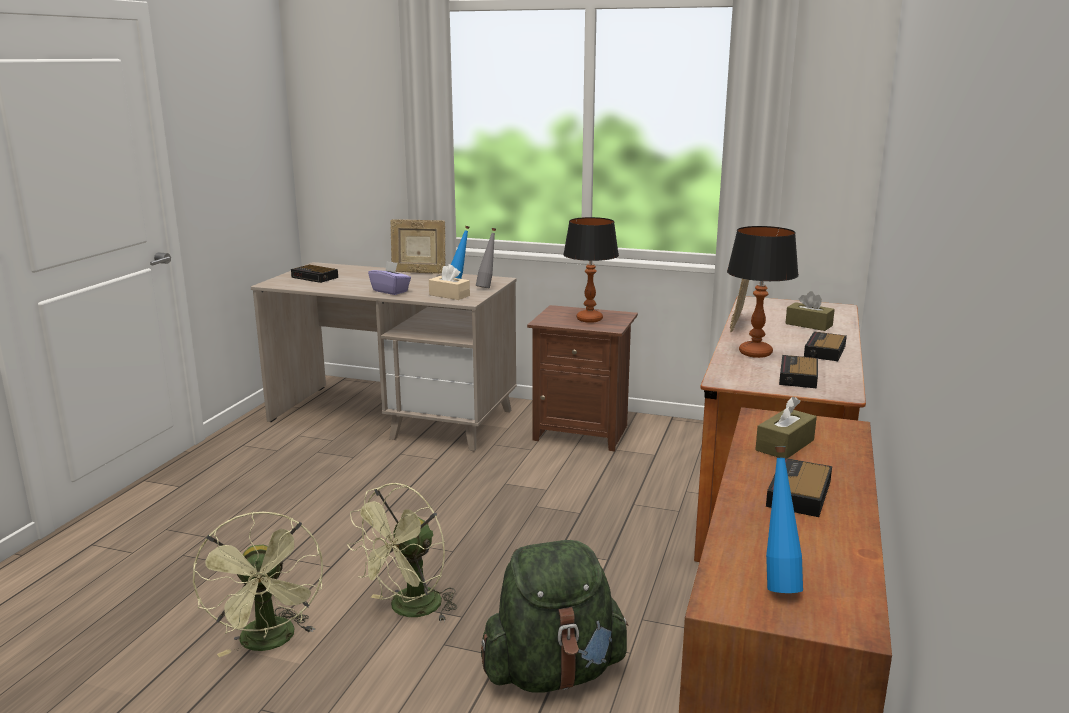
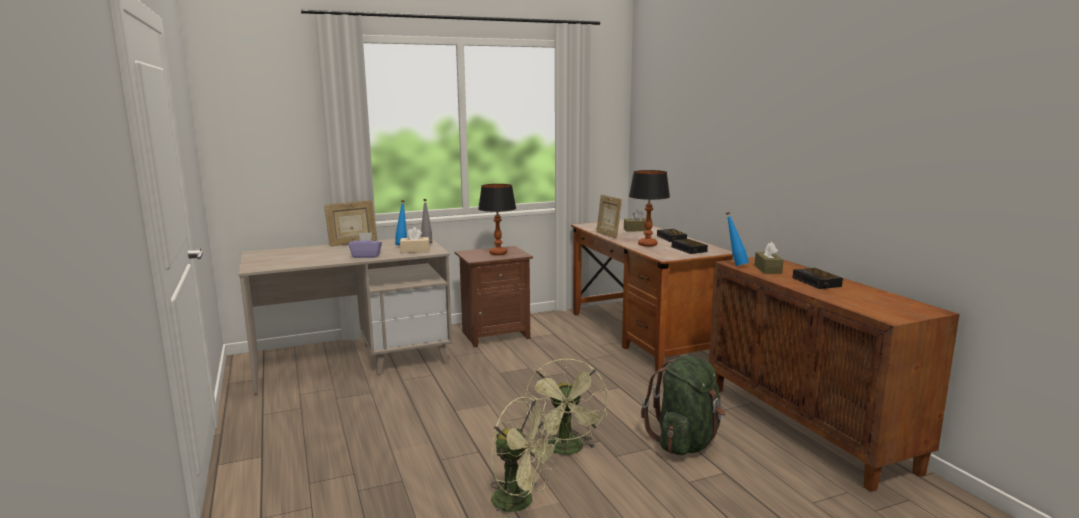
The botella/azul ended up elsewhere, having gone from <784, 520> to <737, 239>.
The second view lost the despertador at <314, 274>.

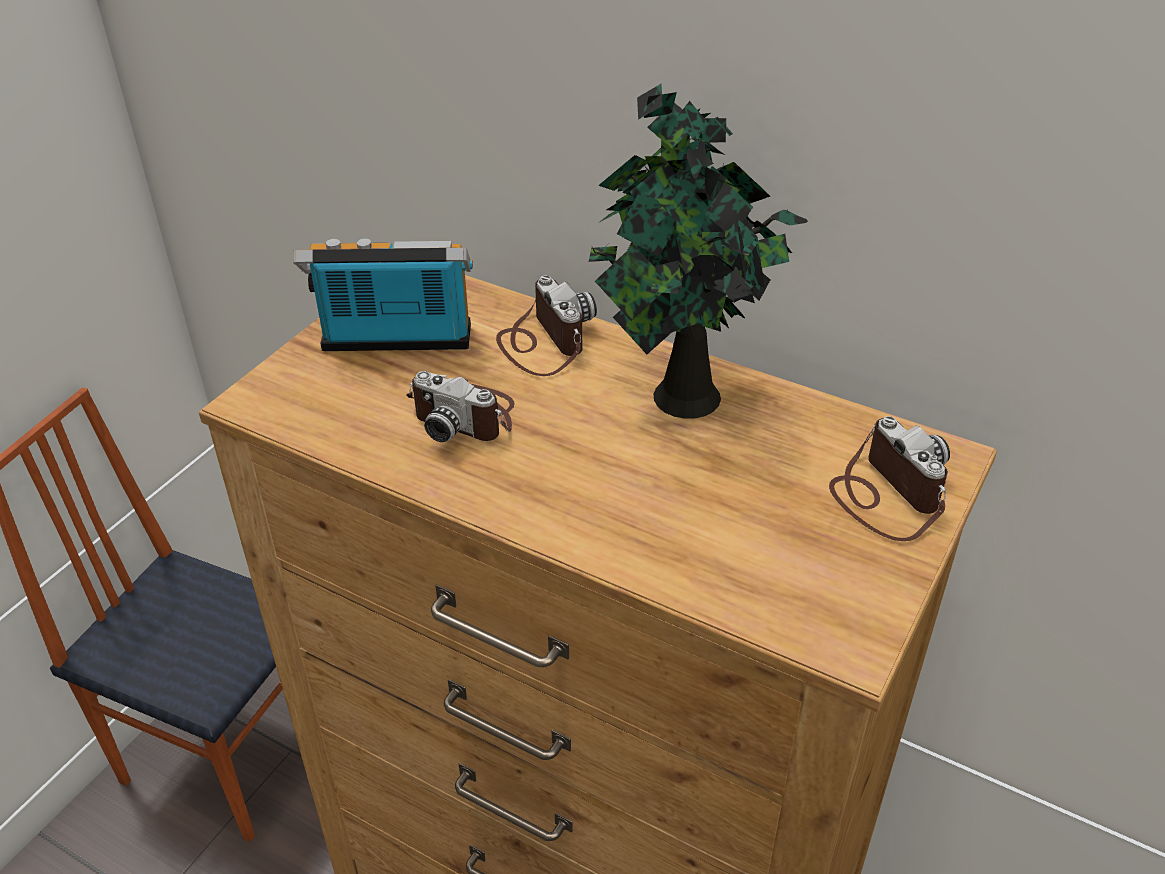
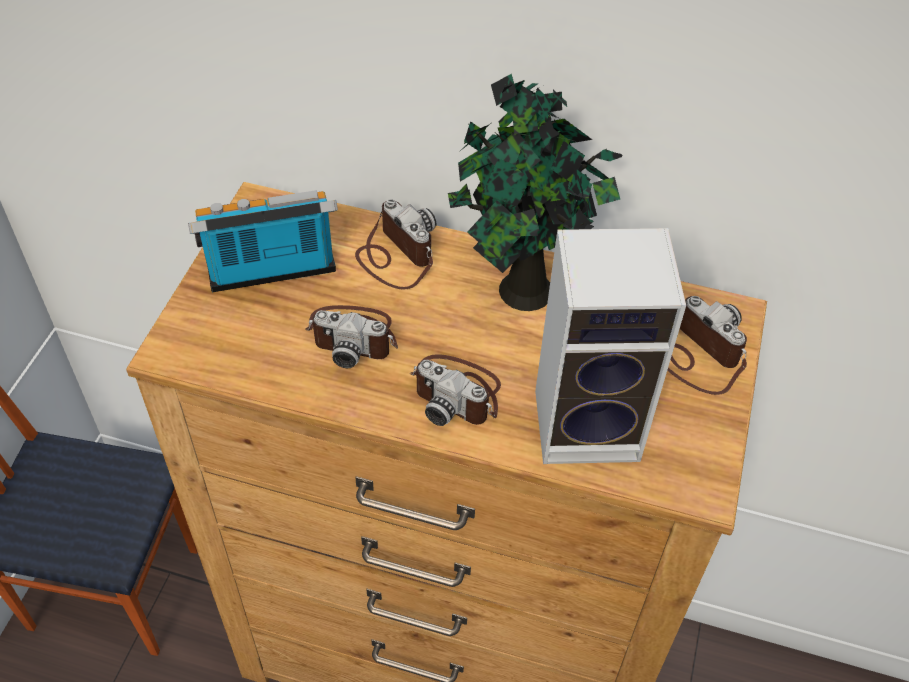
The second view gained the cámara at <455, 390>.
The second view gained the altavoz at <610, 346>.

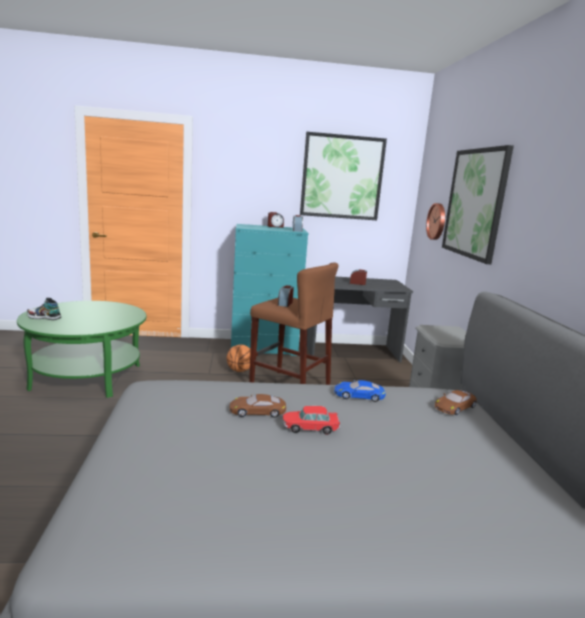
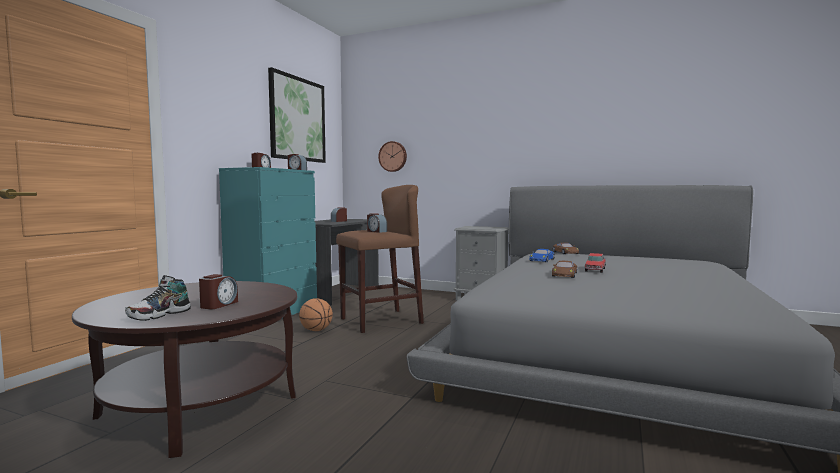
What was the mesa de centro/verde at <82, 349> turned into the mesa de centro/marrón at <184, 369>.
The second view gained the despertador at <218, 291>.
The second view lost the cuadro at <478, 204>.

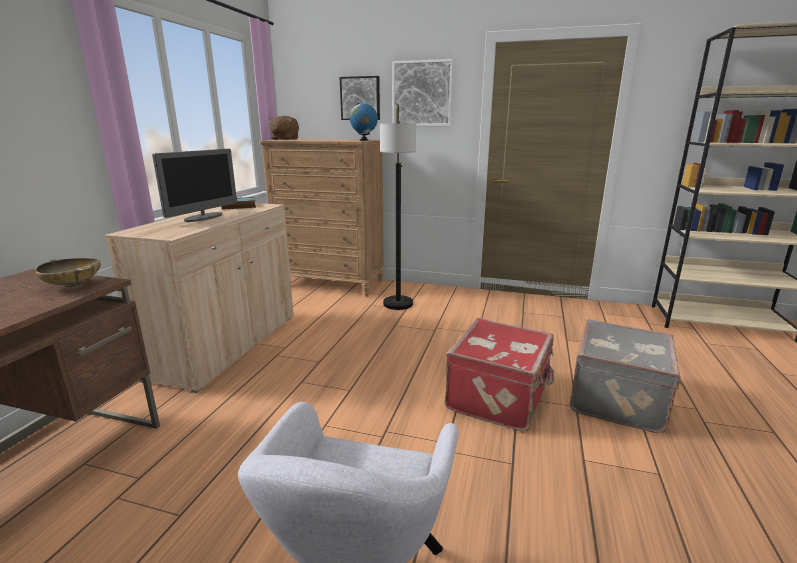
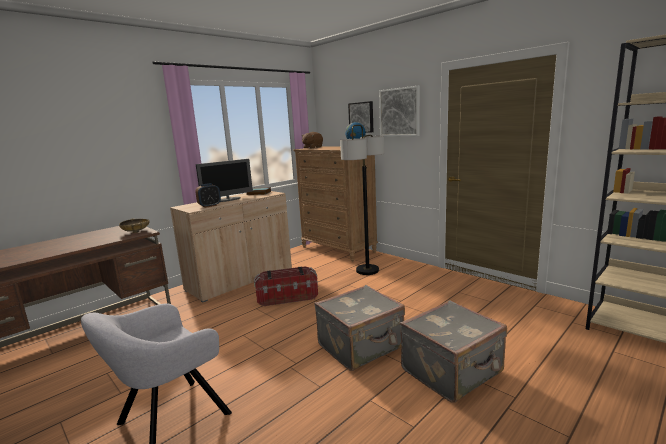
The second view gained the despertador at <208, 195>.
The second view gained the caja de almacenaje at <286, 286>.
What was the maleta/rojo at <499, 374> turned into the maleta/gris at <359, 328>.

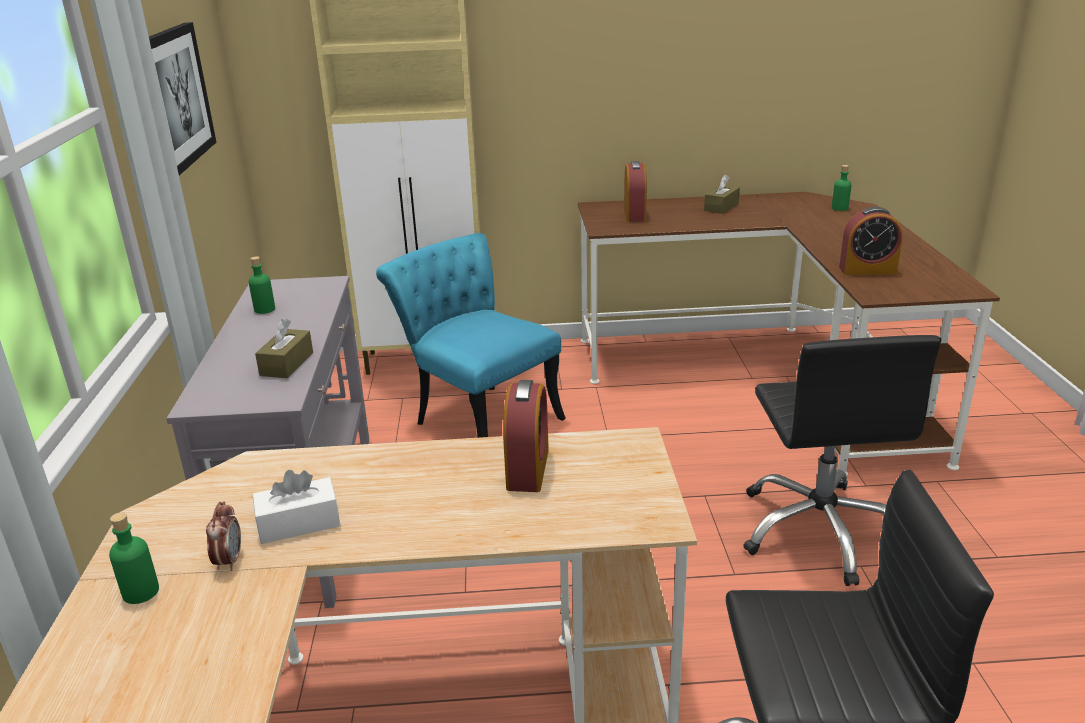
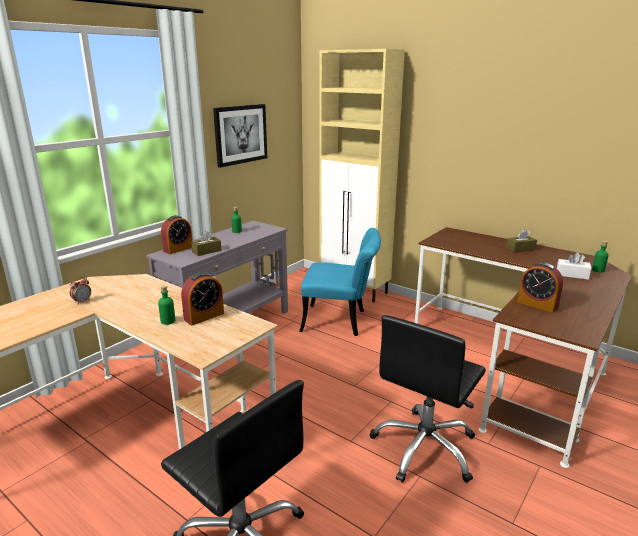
The botella/verde ended up elsewhere, having gone from <134, 558> to <166, 305>.
The despertador ended up elsewhere, having gone from <635, 191> to <176, 234>.
The silla/turquesa at <471, 335> ended up facing another way, 105 degrees clockwise from before.
The caja de pañuelos/blanco ended up elsewhere, having gone from <296, 507> to <574, 266>.

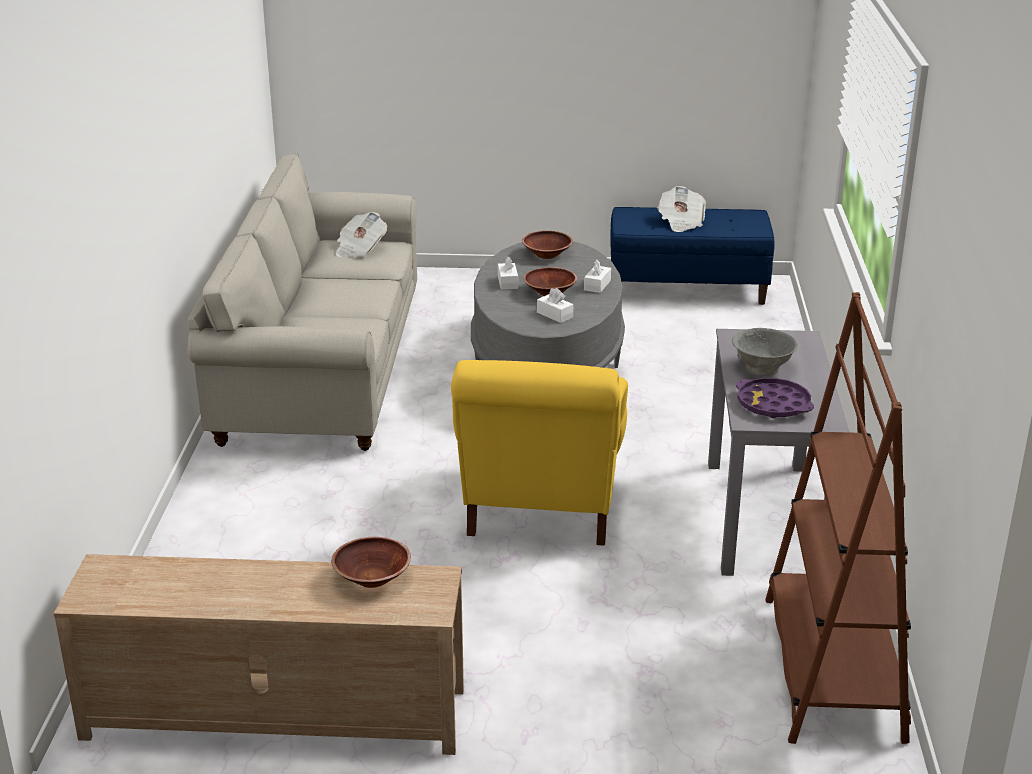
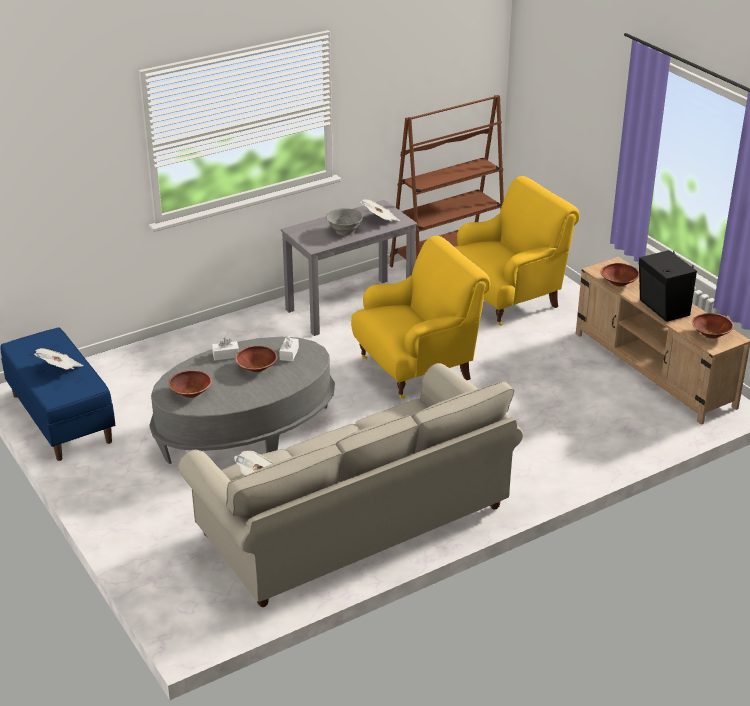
Where the bandeja/morado stood at <775, 398>, the periódico came to stand at <380, 210>.
The second view gained the sillón/amarillo at <517, 251>.
The second view gained the altavoz/negro at <668, 286>.
The second view gained the cuenco/marrón at <713, 326>.
The second view lost the caja de pañuelos/blanco at <508, 273>.

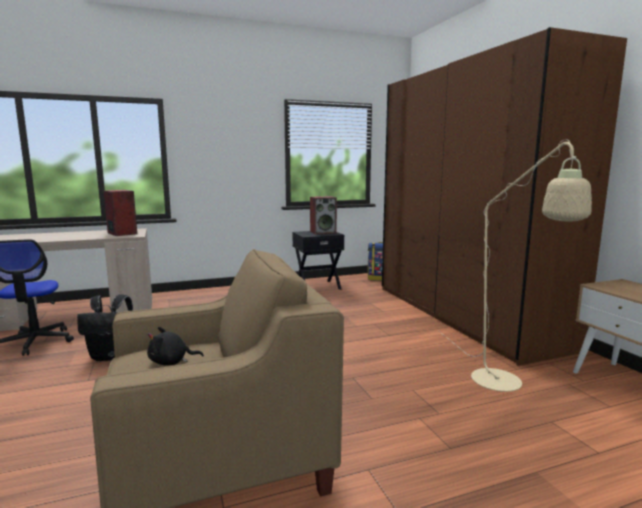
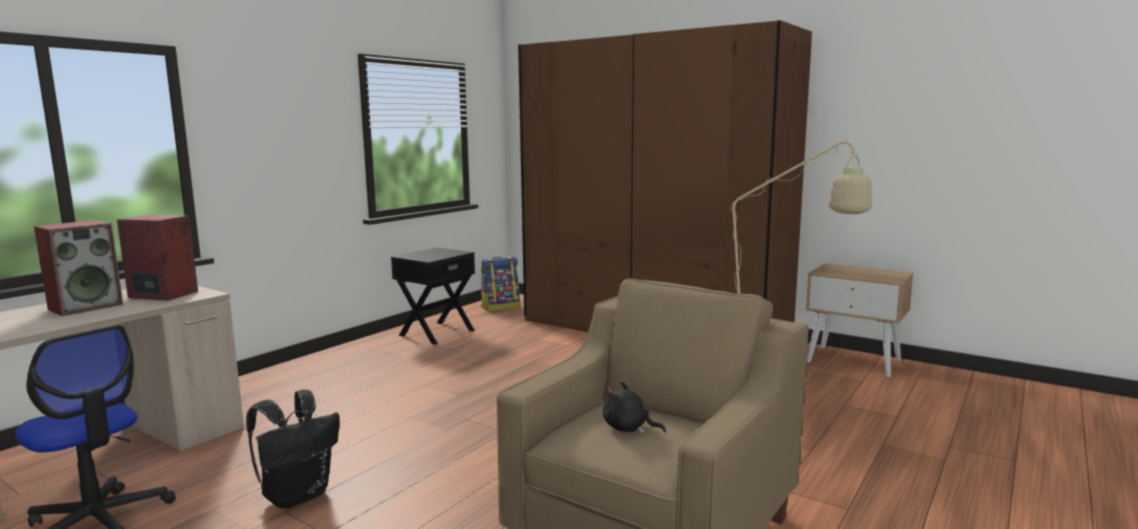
The altavoz ended up elsewhere, having gone from <323, 215> to <78, 268>.
The peluche/negro at <175, 346> ended up facing another way, 75 degrees clockwise from before.

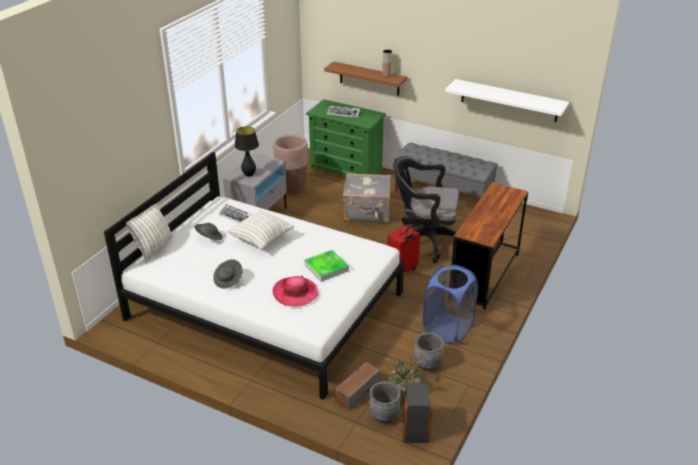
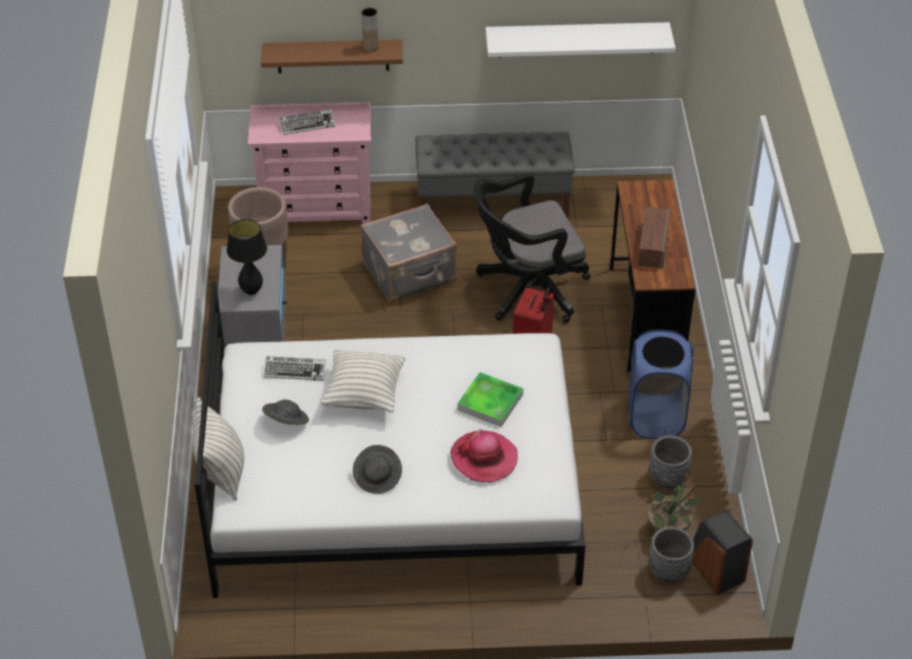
What was the cómoda/verde at <346, 137> turned into the cómoda/rosa at <309, 163>.
The altavoz ended up elsewhere, having gone from <357, 386> to <654, 237>.

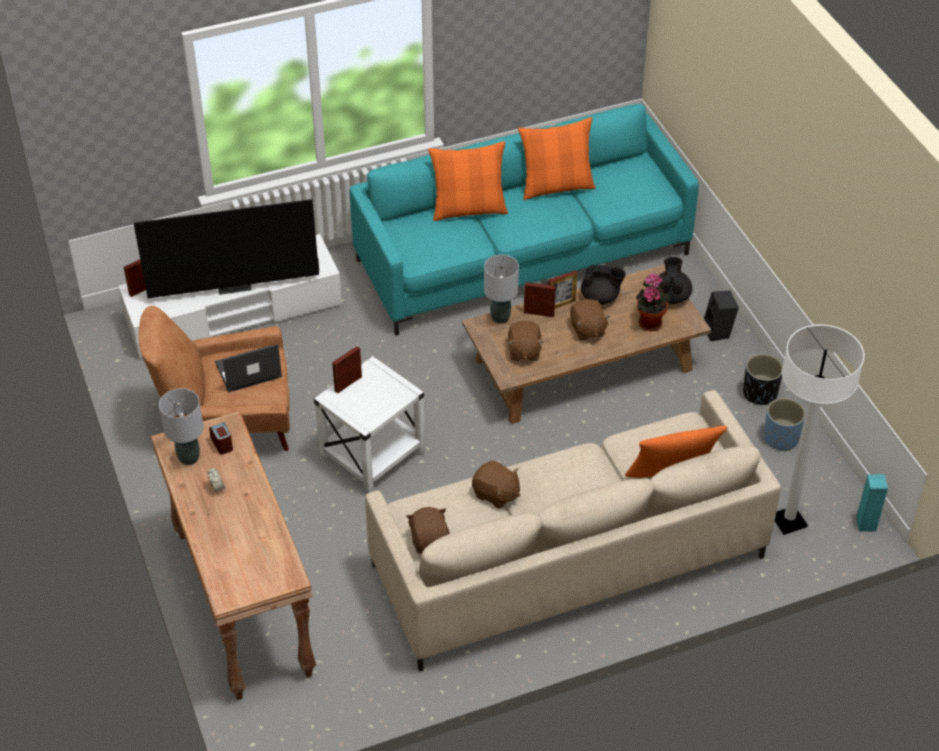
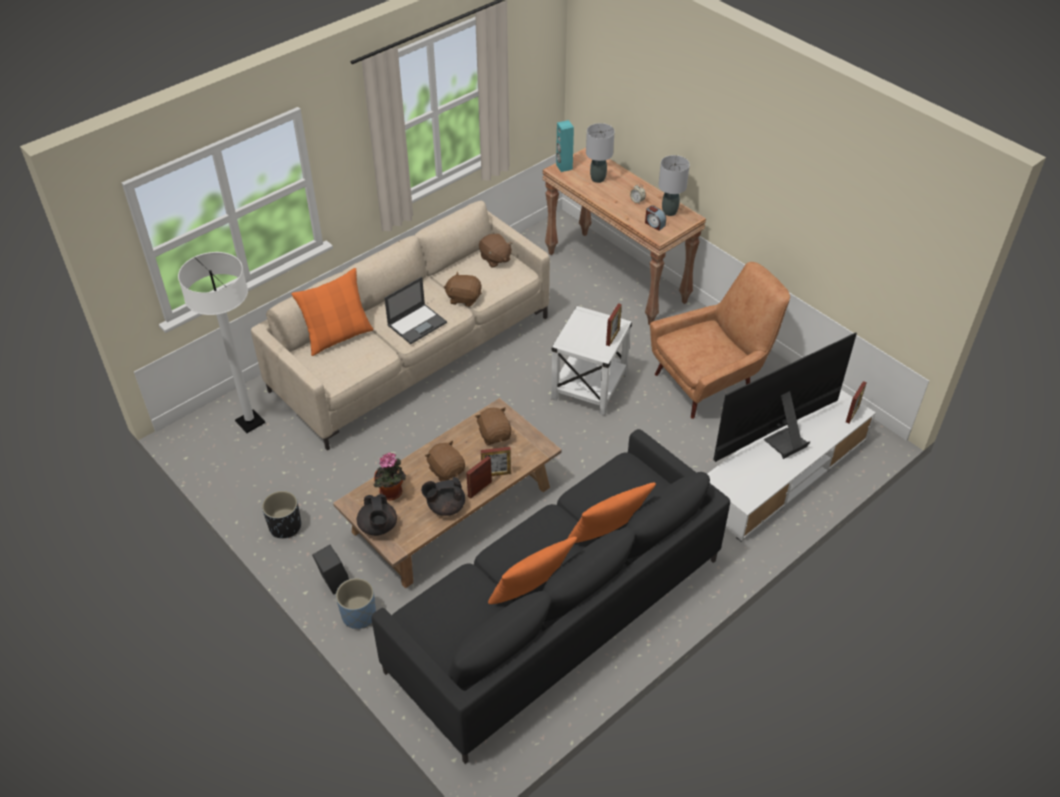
The maceta/azul ended up elsewhere, having gone from <785, 424> to <356, 603>.
What was the sofá/turquesa at <524, 220> turned into the sofá/negro at <550, 596>.
The portátil ended up elsewhere, having gone from <248, 368> to <416, 310>.
The altavoz/turquesa ended up elsewhere, having gone from <872, 503> to <565, 146>.
The lámpara de mesa/gris ended up elsewhere, having gone from <501, 289> to <600, 153>.

